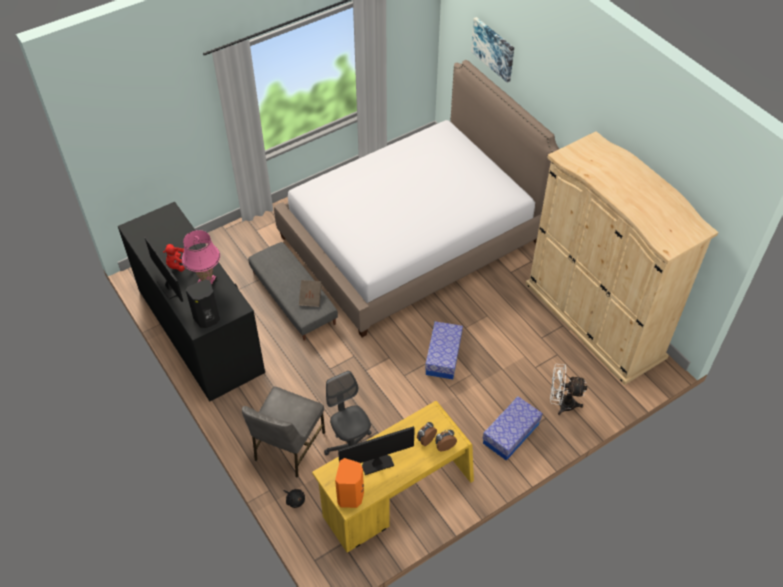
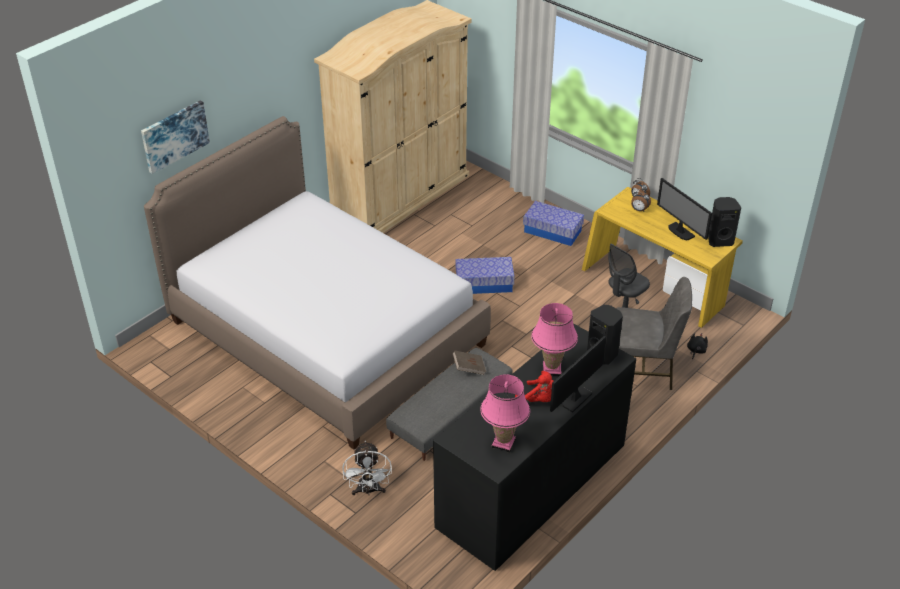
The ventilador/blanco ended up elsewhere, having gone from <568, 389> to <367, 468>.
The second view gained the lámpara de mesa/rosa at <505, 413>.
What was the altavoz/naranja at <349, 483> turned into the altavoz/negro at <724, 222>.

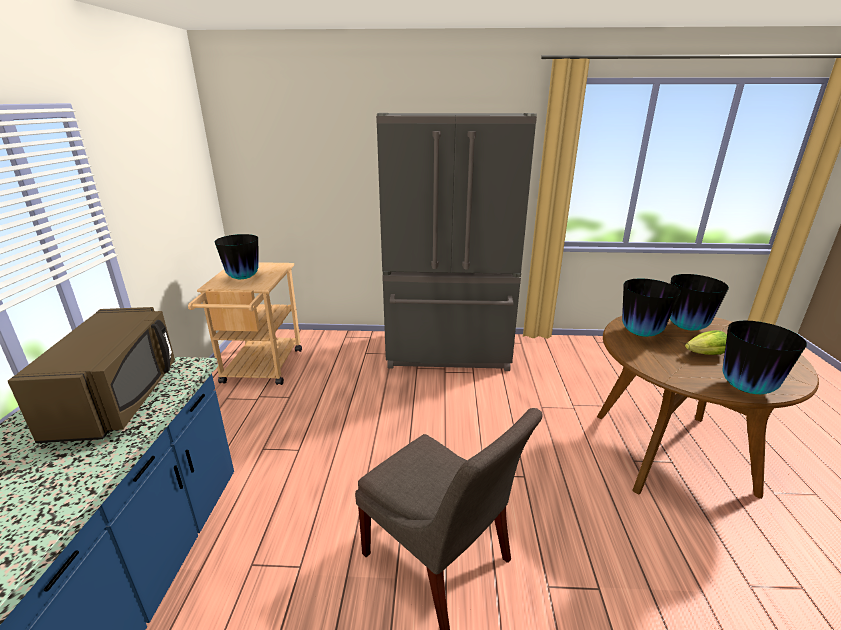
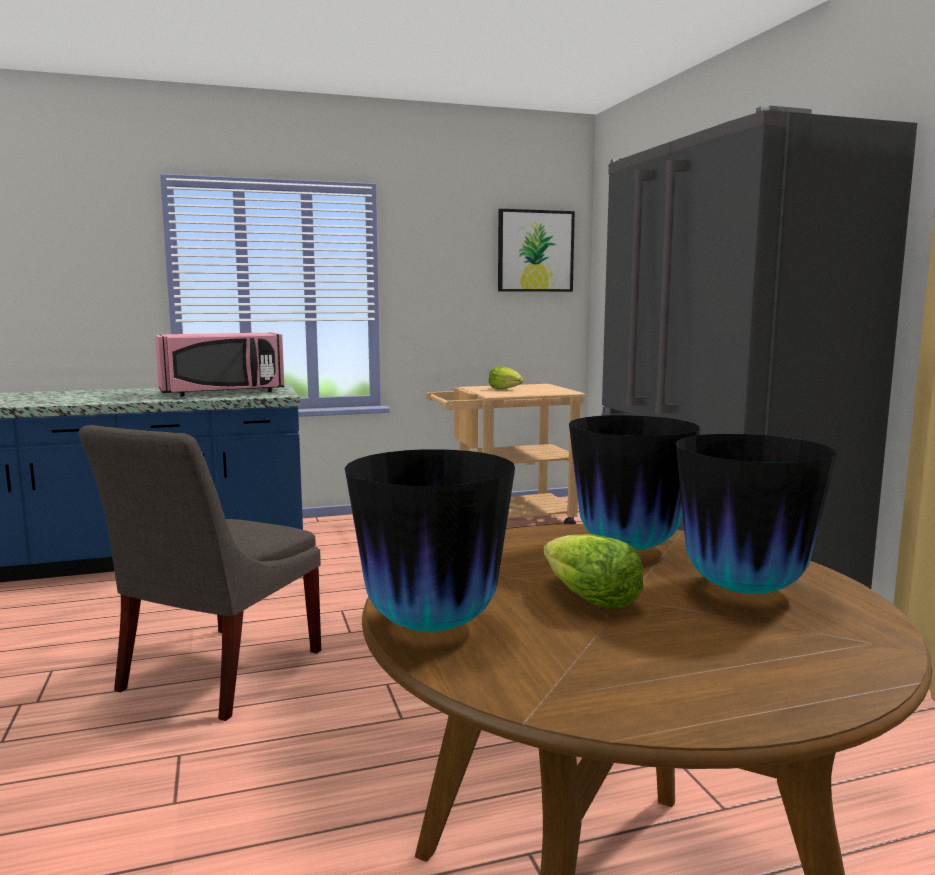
What was the microondas/marrón at <91, 375> turned into the microondas/rosa at <220, 364>.
Where the florero stood at <236, 256>, the lechuga came to stand at <506, 377>.
The second view gained the cuadro at <536, 250>.

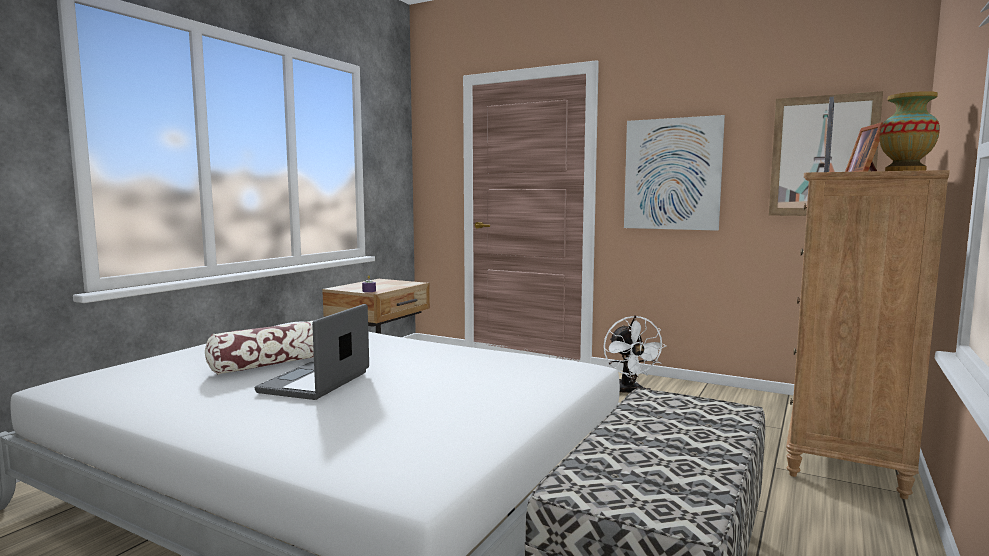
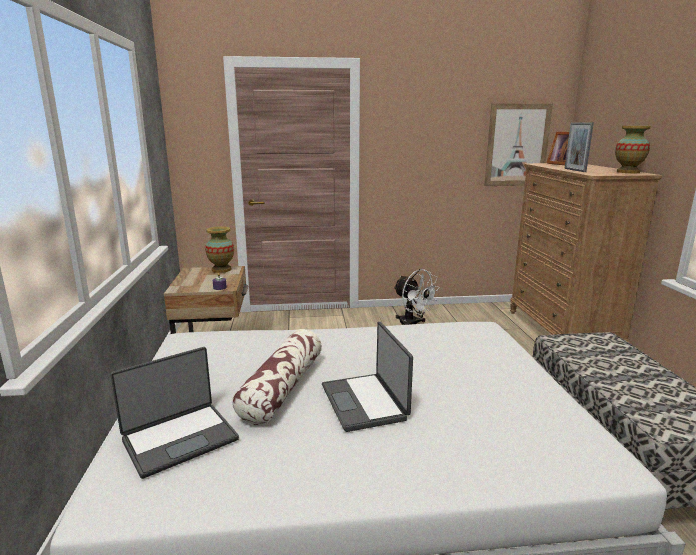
The second view gained the portátil at <174, 413>.
The second view gained the florero at <219, 250>.
The second view lost the cuadro at <674, 173>.

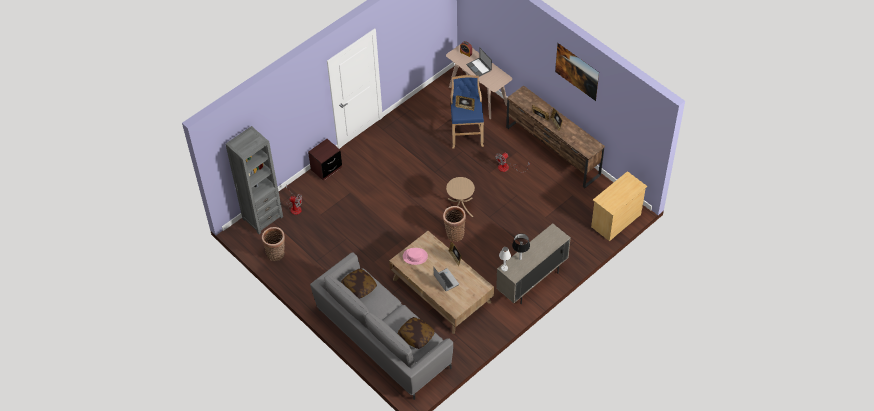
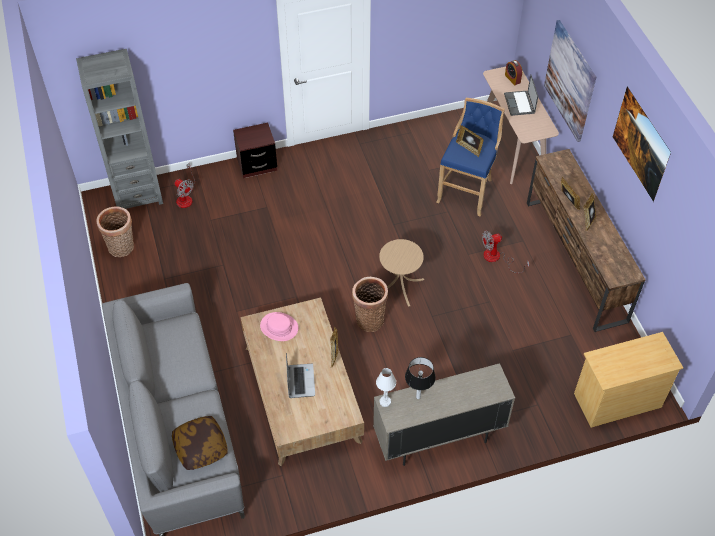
The second view gained the cuadro at <570, 81>.
The second view lost the cojín at <359, 284>.

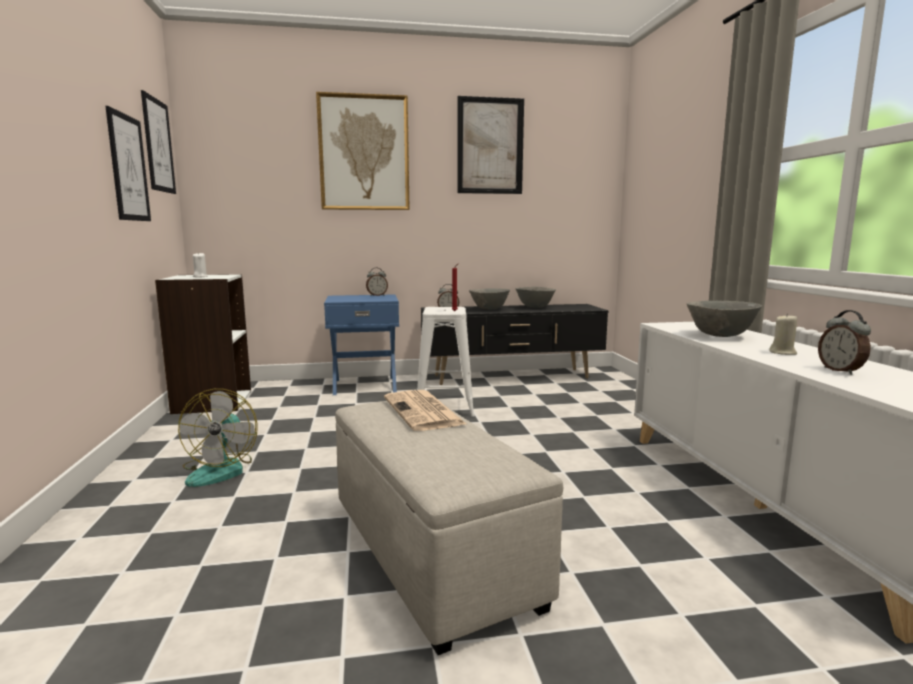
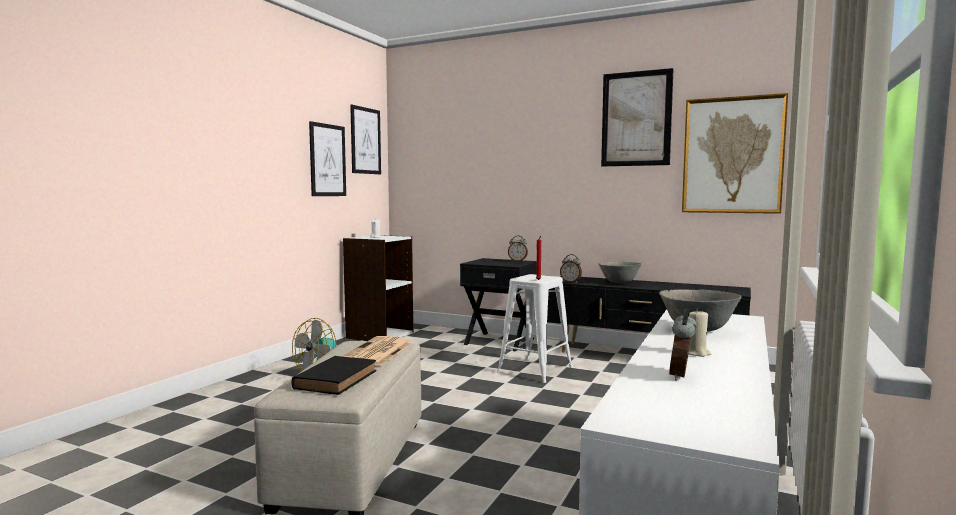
The second view gained the libro/negro at <334, 375>.
What was the mesita de noche/azul at <361, 344> turned into the mesita de noche/negro at <498, 304>.
The cuadro ended up elsewhere, having gone from <363, 151> to <735, 153>.
The second view lost the cuenco/gris at <536, 297>.

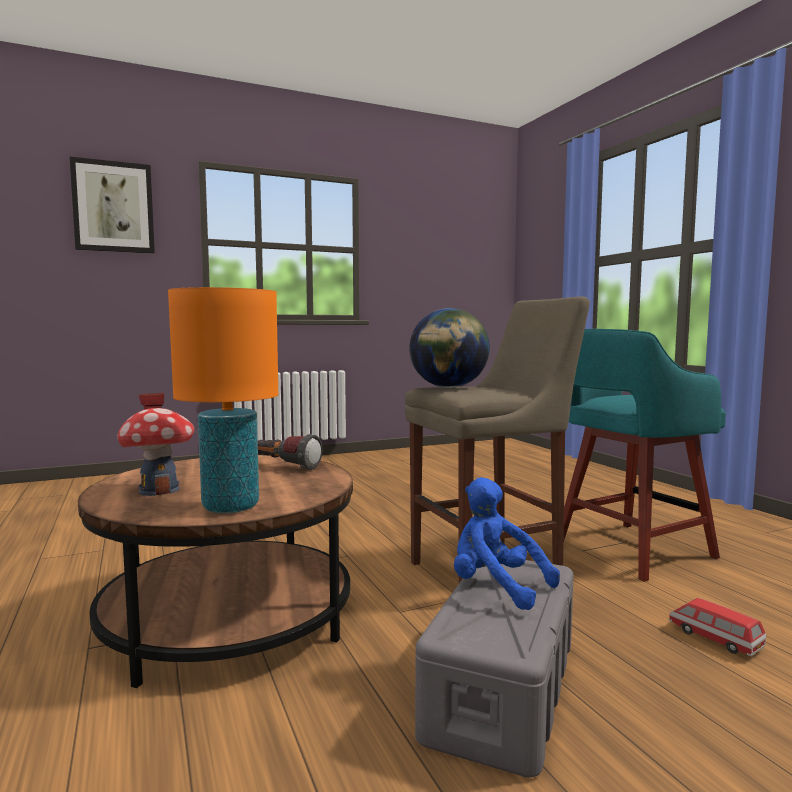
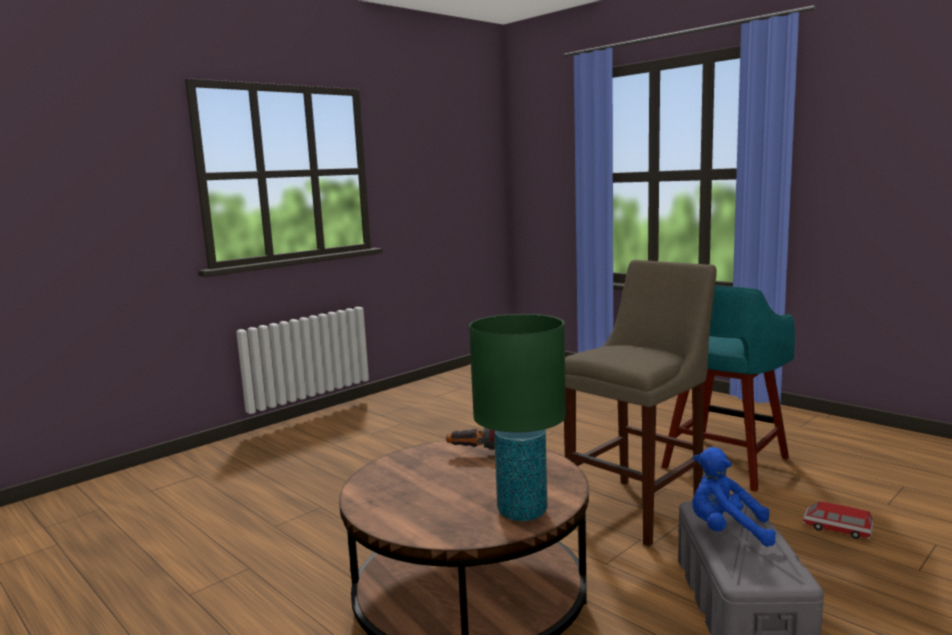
What was the lámpara de mesa/naranja at <223, 400> turned into the lámpara de mesa/verde at <517, 417>.
The second view lost the cuadro at <112, 205>.
The second view lost the casita at <155, 444>.
The second view lost the globo terráqueo at <449, 348>.

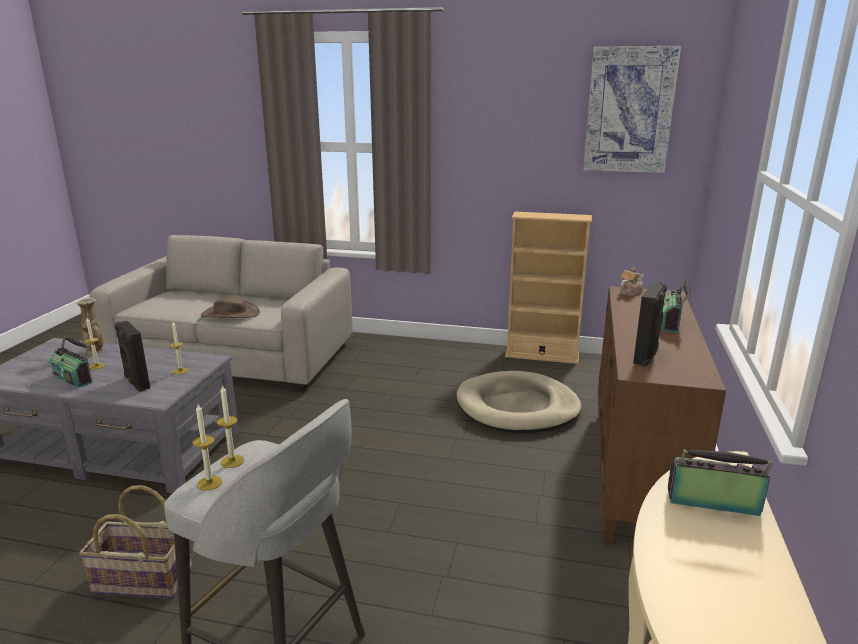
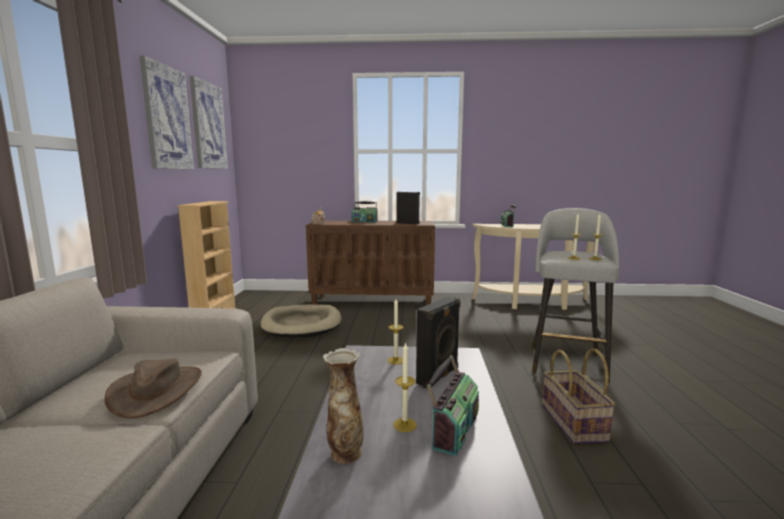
The second view gained the cuadro at <167, 112>.

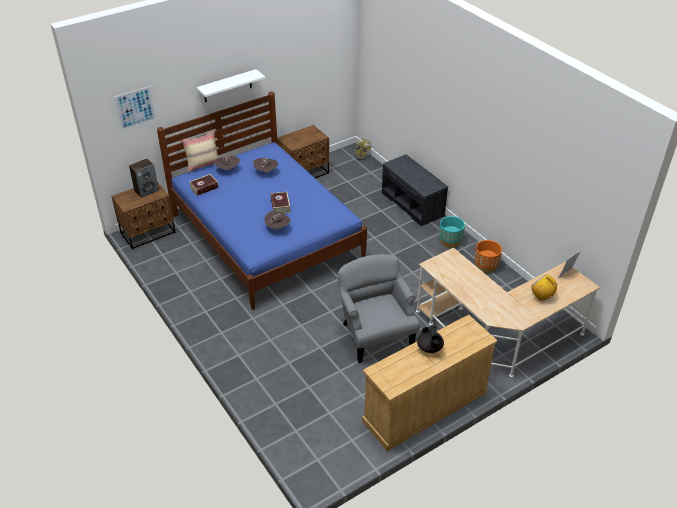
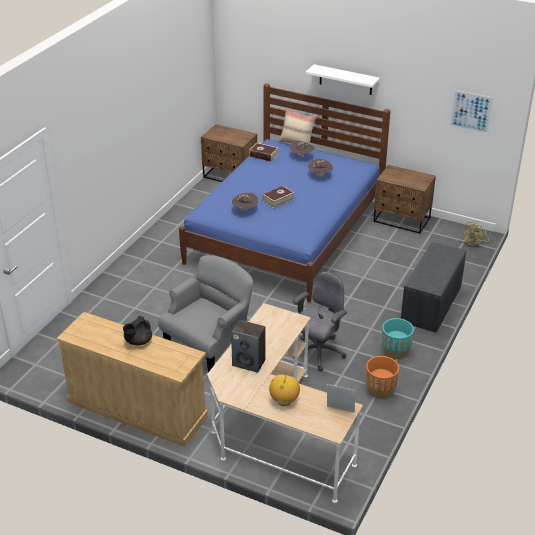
The altavoz ended up elsewhere, having gone from <144, 178> to <248, 346>.
The second view gained the silla de oficina/gris at <320, 321>.
The cuadro ended up elsewhere, having gone from <135, 108> to <472, 112>.

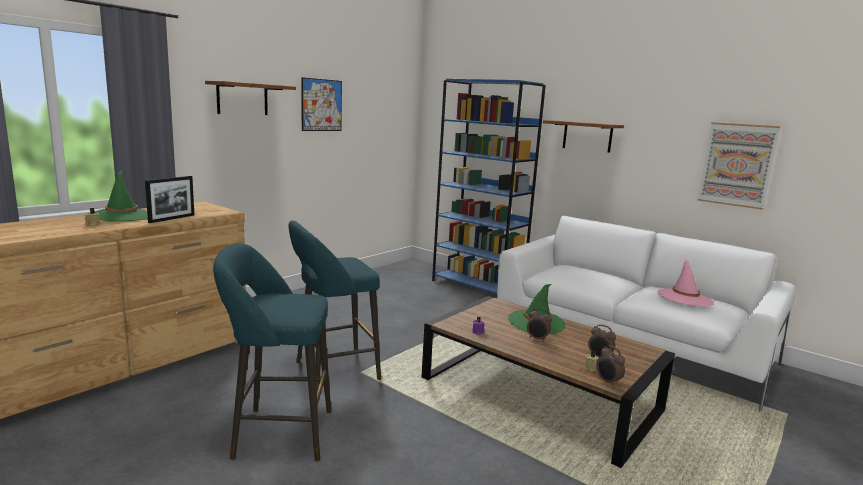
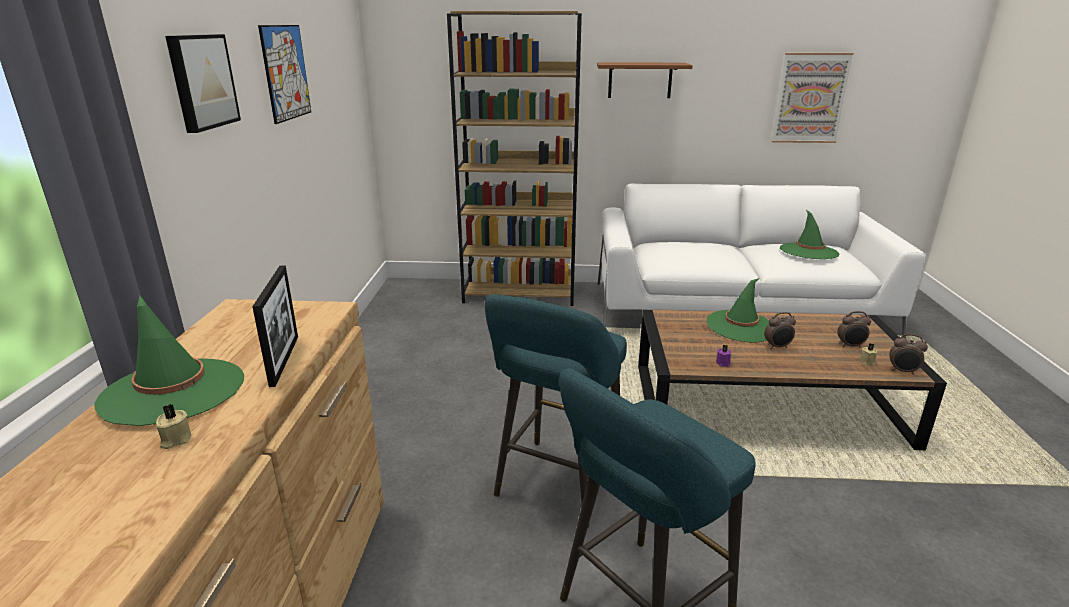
Where the estante/marrón hung at <250, 98>, the cuadro came to hang at <203, 83>.
What was the estantería/azul at <489, 186> turned into the estantería/marrón at <514, 158>.
What was the sombrero/rosa at <685, 282> turned into the sombrero/verde at <810, 234>.

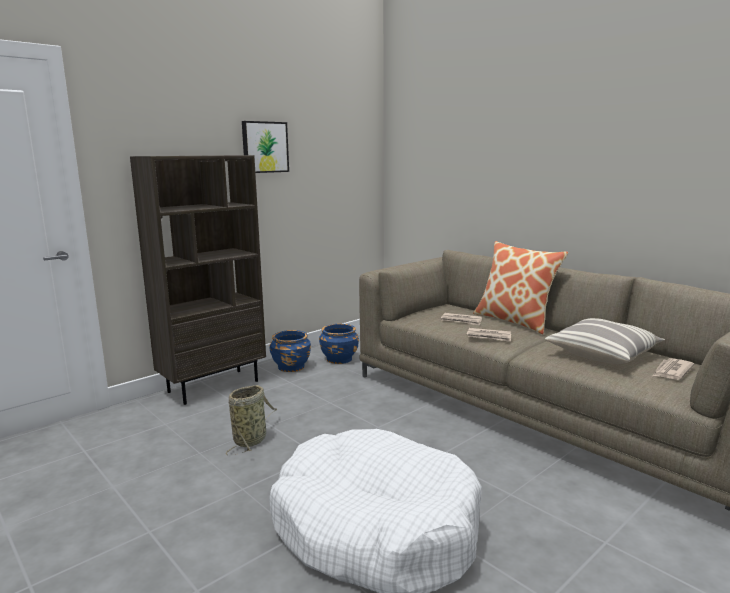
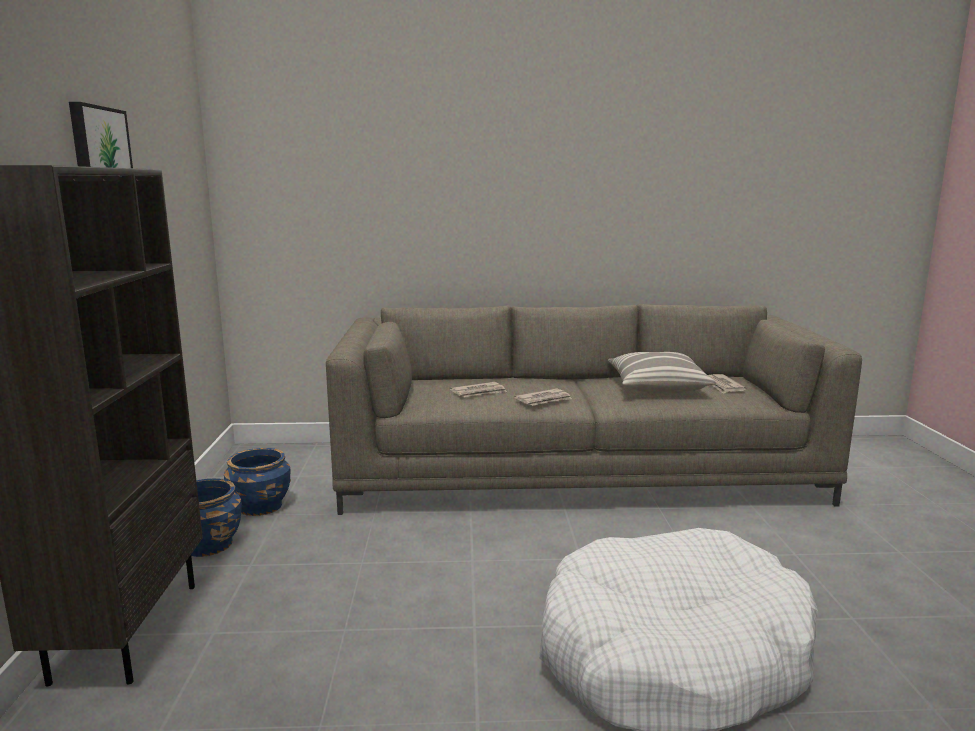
The second view lost the cesta at <251, 420>.
The second view lost the cojín at <520, 287>.

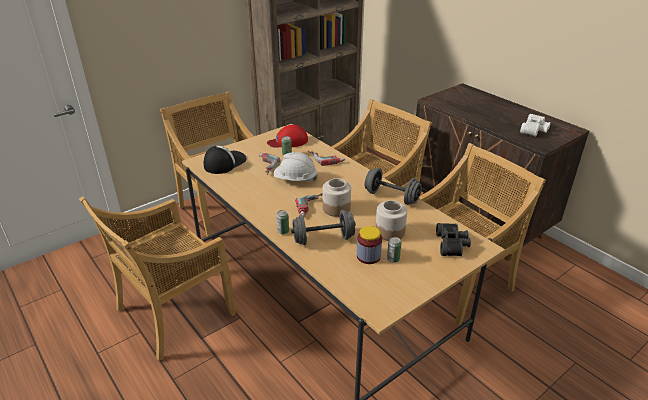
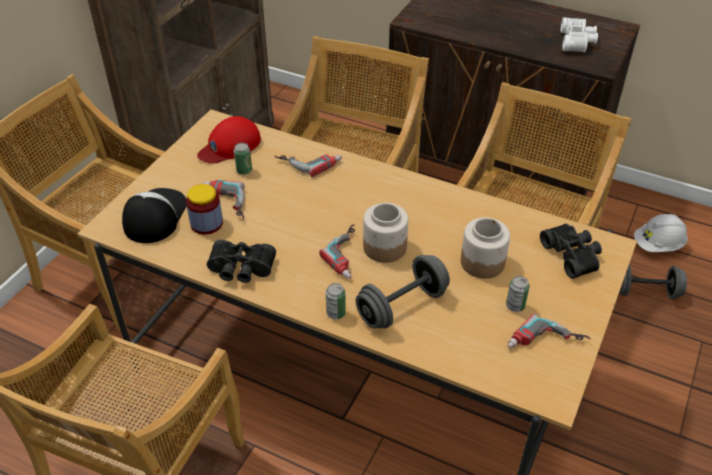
The tarro ended up elsewhere, having gone from <369, 245> to <204, 209>.
The second view gained the prismáticos/negro at <241, 261>.
The second view gained the taladro at <549, 330>.
The mancuerna/gris ended up elsewhere, having gone from <393, 186> to <653, 281>.
The casco/blanco ended up elsewhere, having gone from <296, 166> to <661, 233>.

